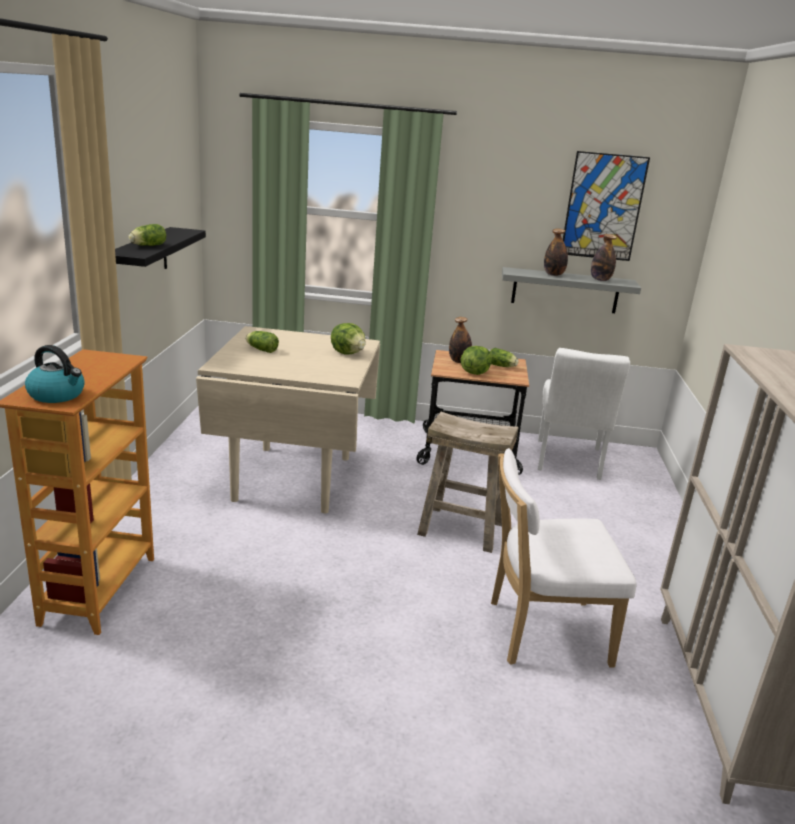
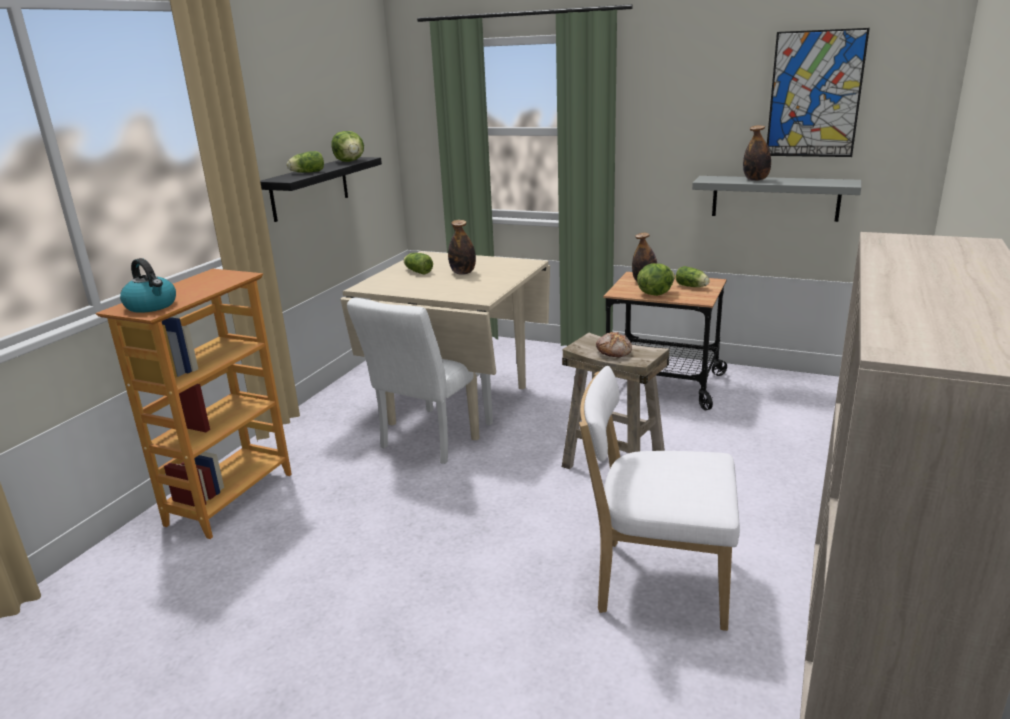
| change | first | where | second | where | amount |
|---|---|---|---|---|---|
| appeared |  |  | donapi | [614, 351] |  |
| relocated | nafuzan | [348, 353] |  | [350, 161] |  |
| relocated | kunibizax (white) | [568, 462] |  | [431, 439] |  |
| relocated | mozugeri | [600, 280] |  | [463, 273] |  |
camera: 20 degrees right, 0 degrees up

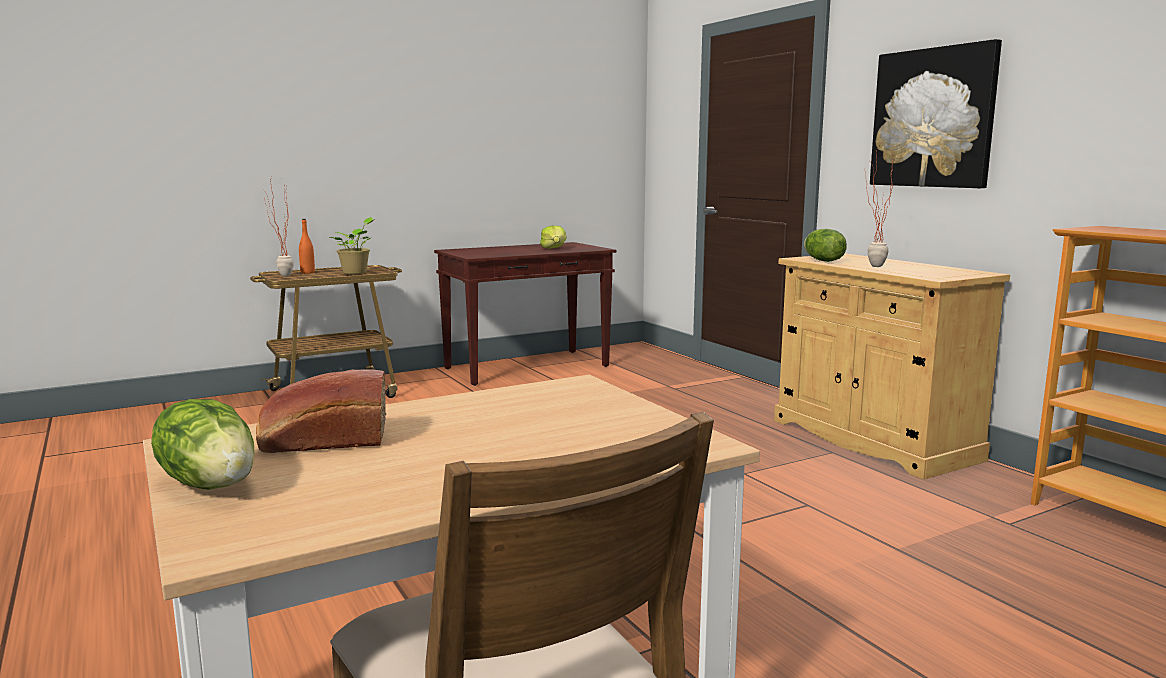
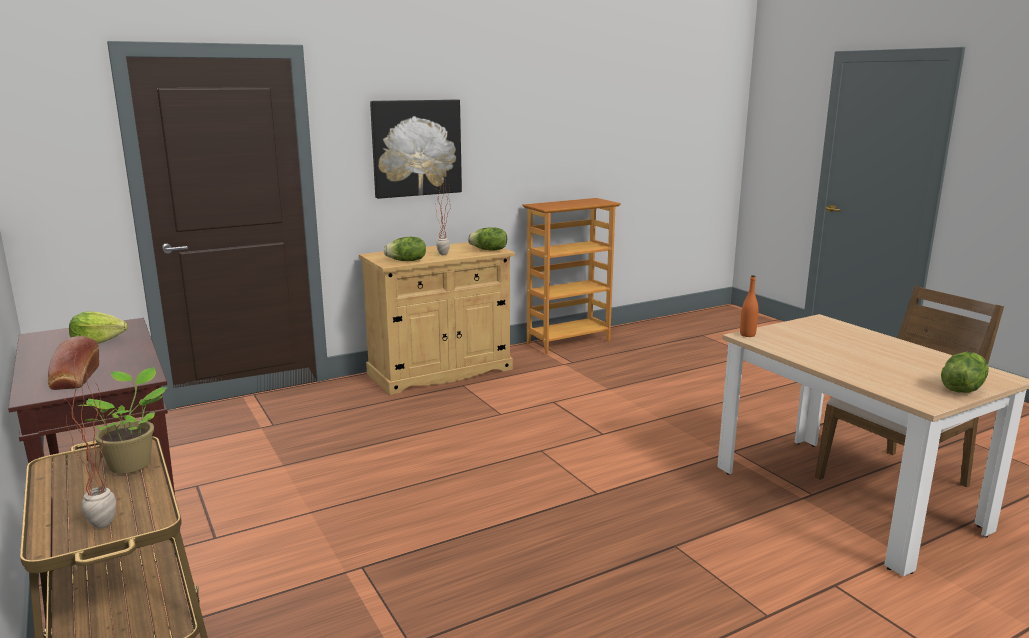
| change | first | where | second | where | amount |
|---|---|---|---|---|---|
| appeared |  |  | nafuzan | [489, 250] |  |
| relocated | donapi | [322, 441] |  | [75, 379] |  |
| relocated | mozugeri (orange) | [307, 272] |  | [747, 335] |  |
camera: 90 degrees left, 5 degrees up

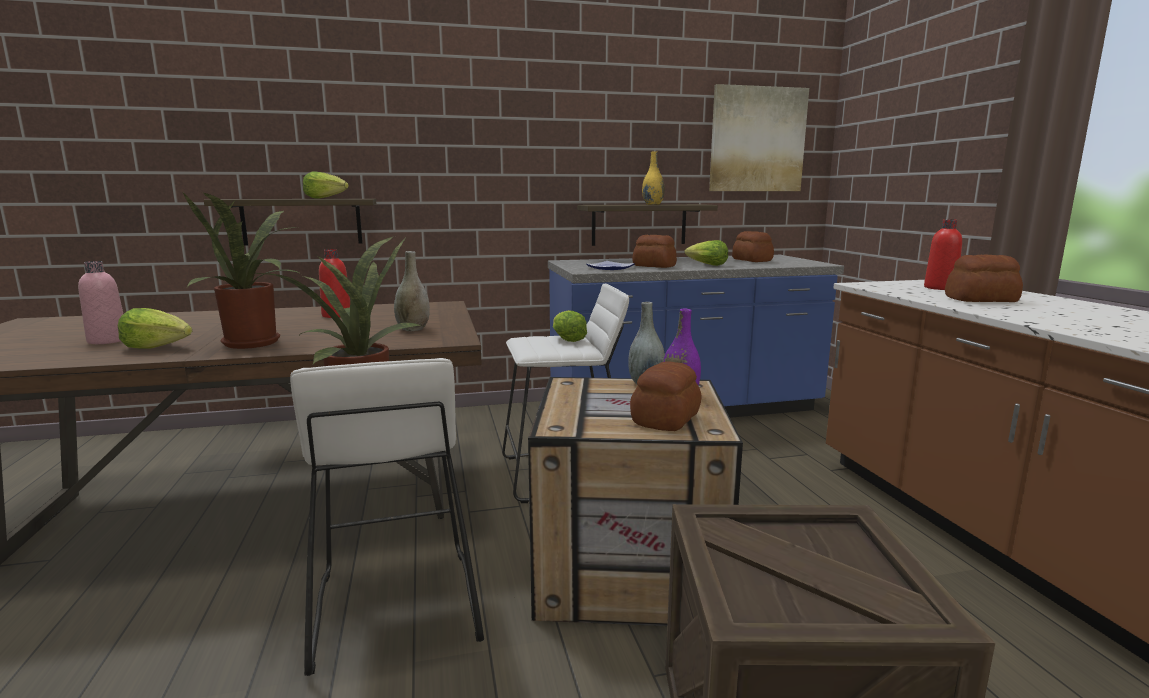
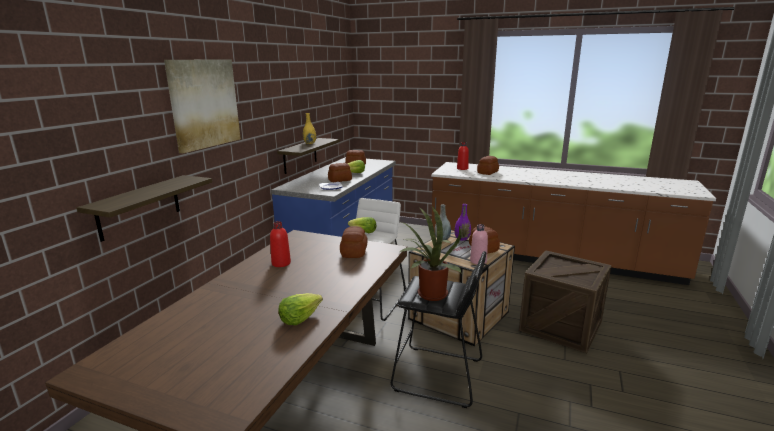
| change | first | where | second | where | amount |
|---|---|---|---|---|---|
| missing | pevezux | [257, 343] |  |  |  |
| missing | nafuzan | [326, 198] |  |  |  |
| relocated | mozugeri (pink) | [108, 340] |  | [478, 261] |  |
| relocated | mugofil | [757, 140] |  | [204, 103] |  |
| exchanged | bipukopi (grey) | [413, 329] | donapi | [353, 252] |  |
| colour | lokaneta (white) | [394, 607] | lokaneta (black) | [438, 375] |  |
camera: 55 degrees left, 5 degrees up

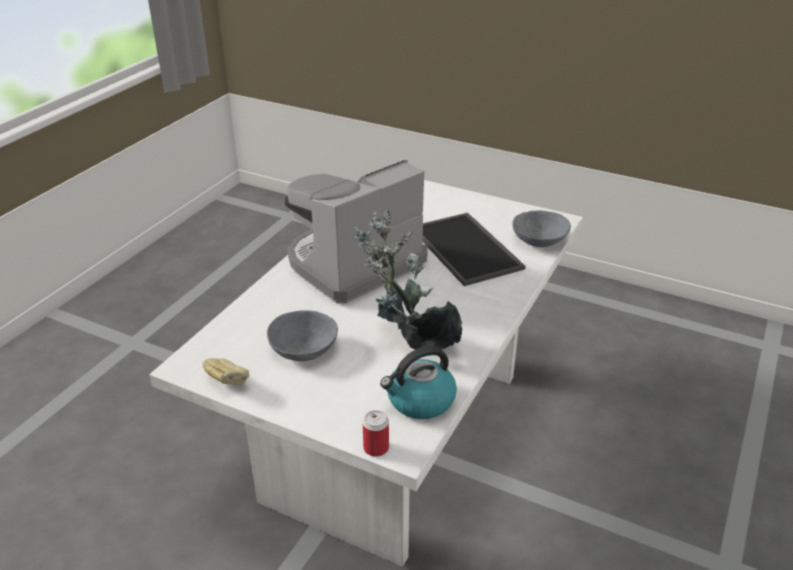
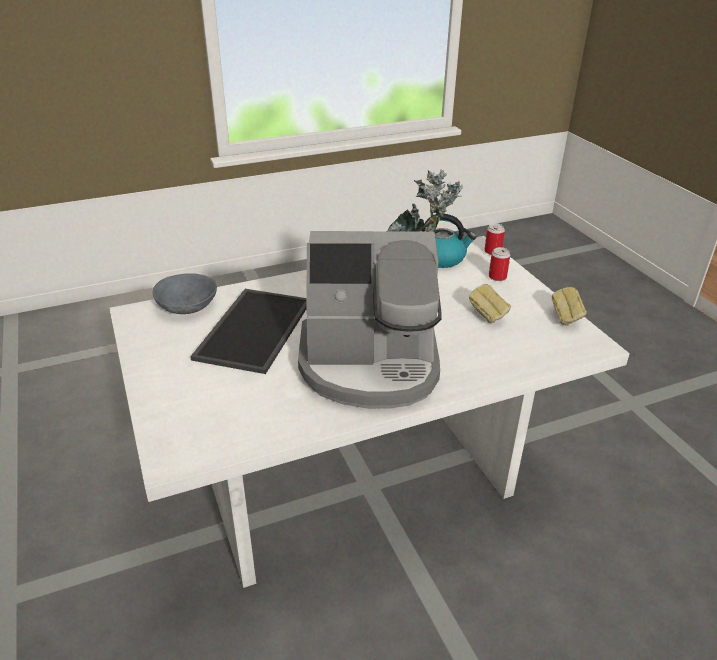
| change | first | where | second | where | amount |
|---|---|---|---|---|---|
| appeared |  |  | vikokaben | [497, 277] |  |
| exchanged | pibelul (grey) | [304, 348] | donapi | [488, 316] |  |
camera: 140 degrees left, 0 degrees up

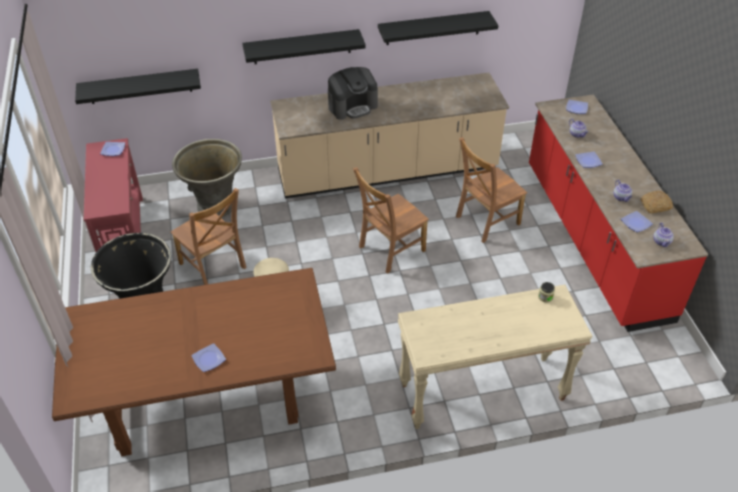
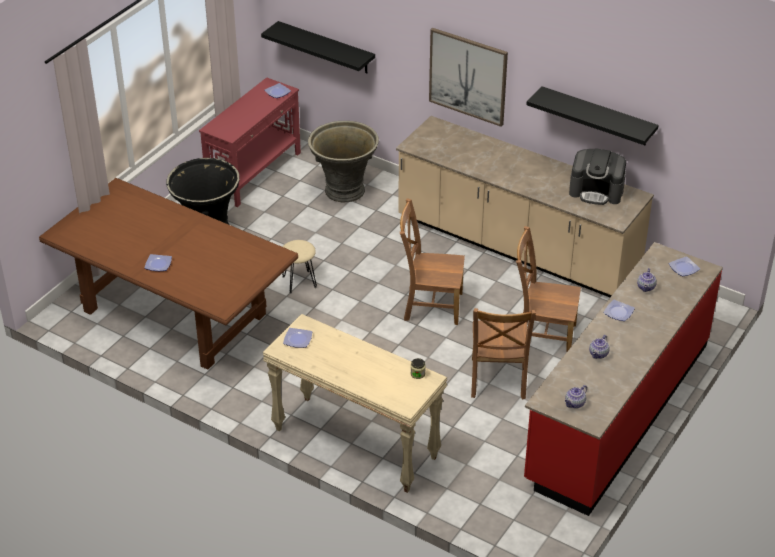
| change | first | where | second | where | amount |
|---|---|---|---|---|---|
| missing | donapi | [655, 206] |  |  |  |
| relocated | kunibizax (brown) | [213, 267] |  | [497, 380] |  |
| relocated | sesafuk | [352, 106] |  | [596, 191] |  |
| relocated | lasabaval | [636, 223] |  | [298, 339] |  |
| exchanged | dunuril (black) | [302, 47] | mugofil | [468, 76] |  |
camera: 45 degrees right, 5 degrees down

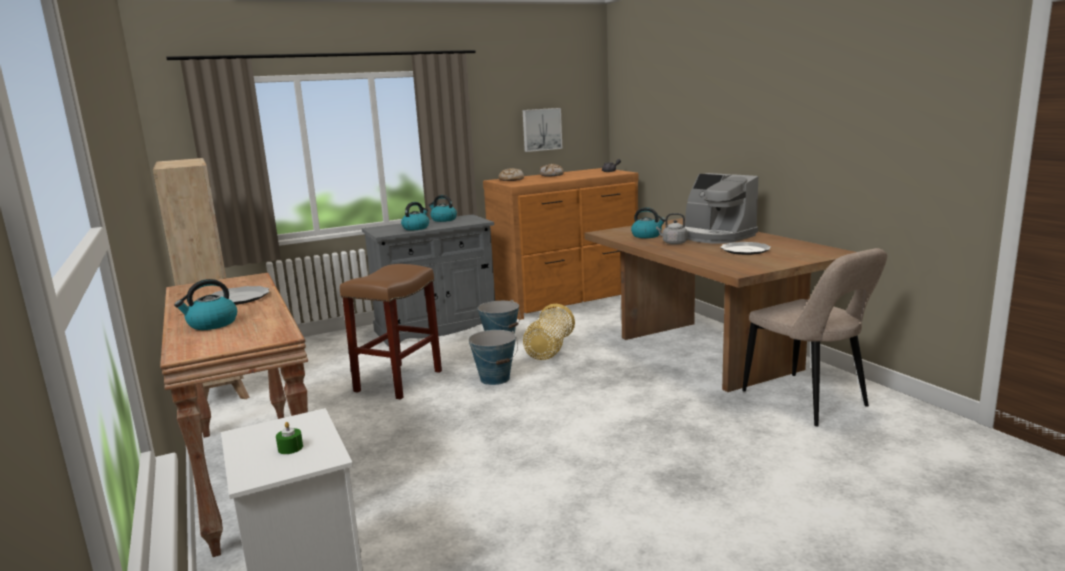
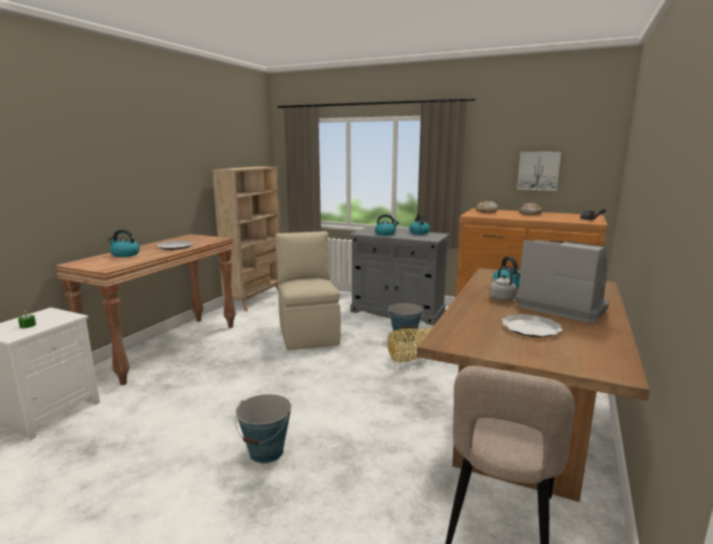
| change | first | where | second | where | amount |
|---|---|---|---|---|---|
| relocated | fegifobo | [495, 379] |  | [266, 452] |  |
| exchanged | lokaneta (brown) | [399, 380] | kunibizax (beige) | [308, 333] |  |
| spun | sesafuk | [715, 236] |  | [561, 306] | 120 degrees clockwise |
camera: 50 degrees right, 0 degrees up

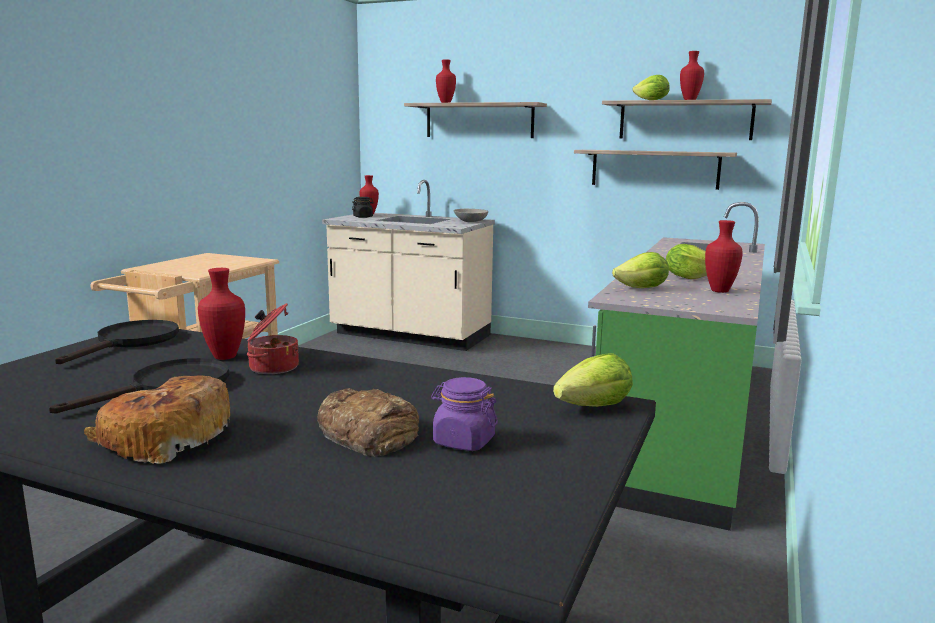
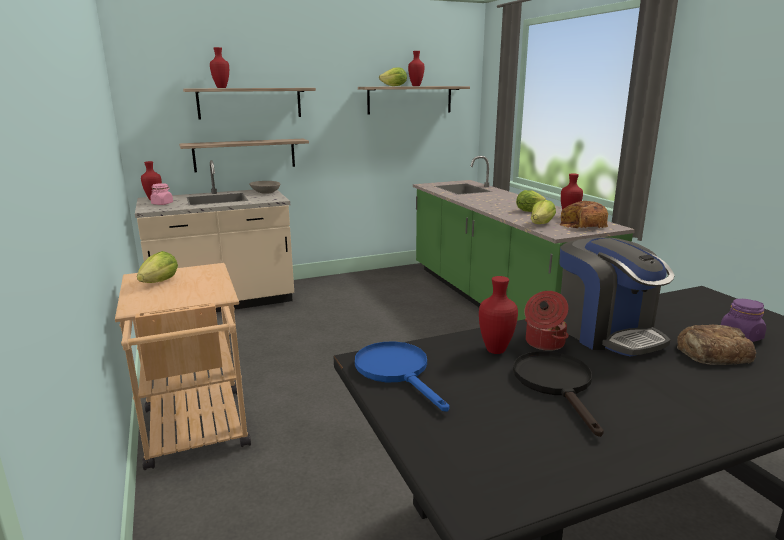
| change | first | where | second | where | amount |
|---|---|---|---|---|---|
| appeared |  |  | sesafuk | [606, 332] |  |
| relocated | donapi | [165, 439] |  | [582, 225] |  |
| relocated | nafuzan | [594, 407] |  | [160, 282] |  |
| relocated | dunuril | [654, 169] |  | [245, 155] |  |
| colour | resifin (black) | [131, 342] | resifin (blue) | [397, 371] |  |
| colour | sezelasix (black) | [363, 217] | sezelasix (pink) | [162, 203] |  |
camera: 45 degrees left, 5 degrees up

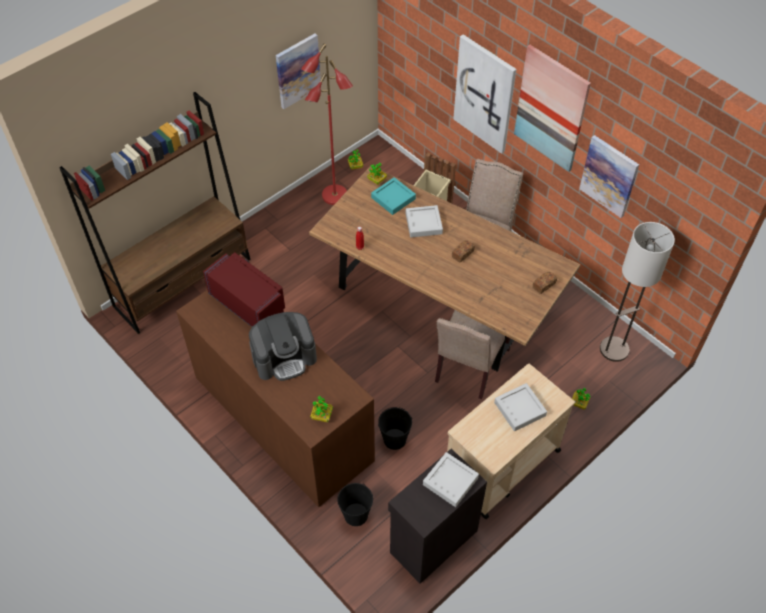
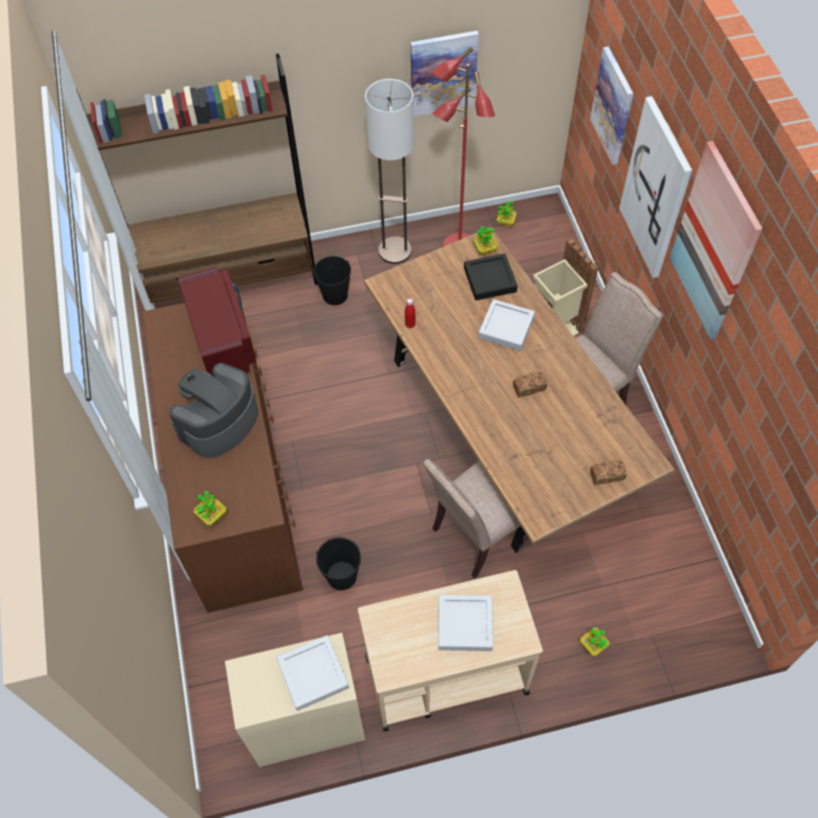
| change | first | where | second | where | amount |
|---|---|---|---|---|---|
| relocated | fegifobo (black) | [355, 515] |  | [335, 295] |  |
| relocated | mugofil | [609, 176] |  | [613, 106] |  |
| relocated | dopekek | [614, 349] |  | [395, 251] |  |
| colour | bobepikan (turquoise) | [393, 198] | bobepikan (black) | [490, 280] |  |
| colour | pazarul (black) | [432, 541] | pazarul (beige) | [306, 723] |  |
| spun | sesafuk | [284, 357] |  | [218, 422] | 120 degrees clockwise |
camera: 30 degrees right, 5 degrees up

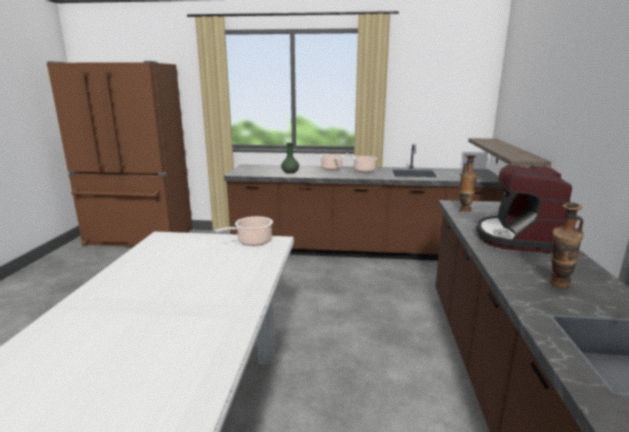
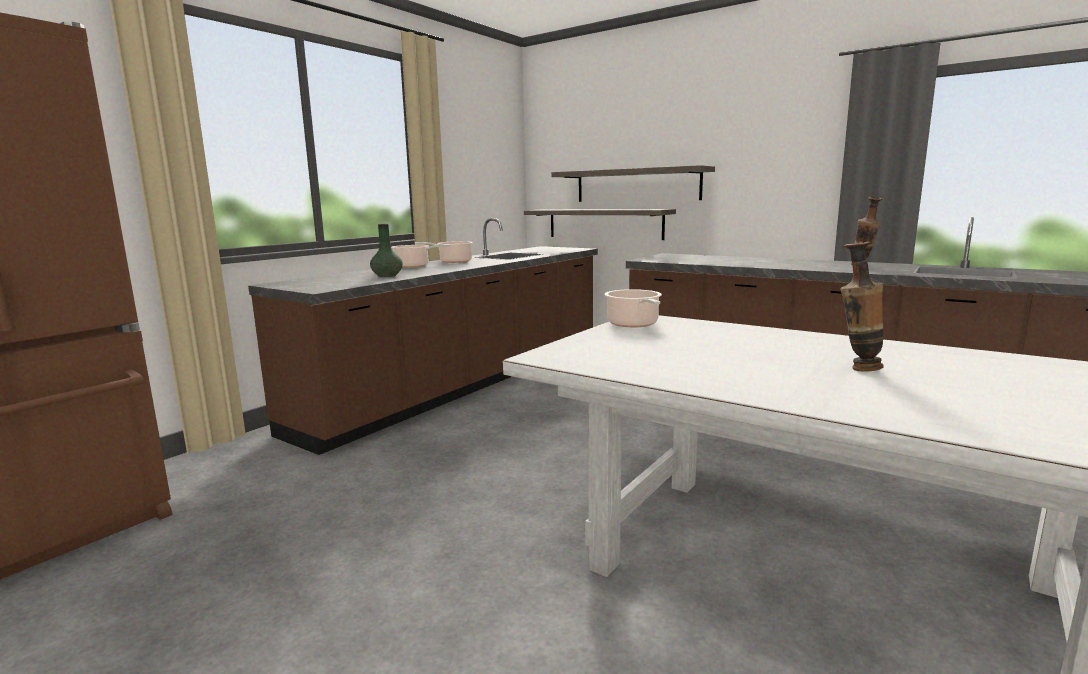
| change | first | where | second | where | amount |
|---|---|---|---|---|---|
| missing | sesafuk | [516, 238] |  |  |  |
| appeared |  |  | dunuril | [637, 185] |  |
| relocated | bipukopi | [464, 210] |  | [856, 368] |  |
camera: 60 degrees left, 5 degrees down

